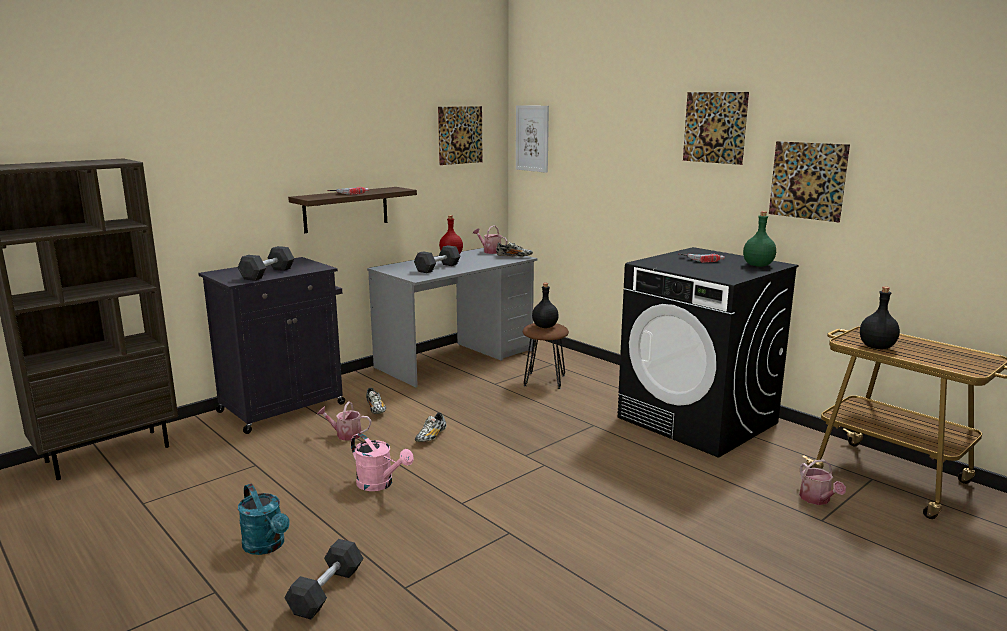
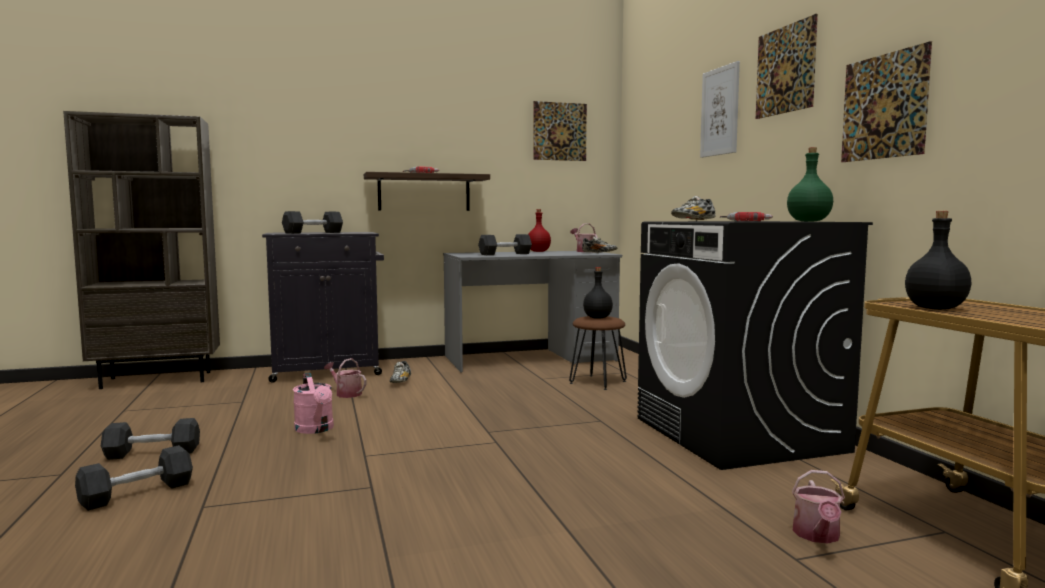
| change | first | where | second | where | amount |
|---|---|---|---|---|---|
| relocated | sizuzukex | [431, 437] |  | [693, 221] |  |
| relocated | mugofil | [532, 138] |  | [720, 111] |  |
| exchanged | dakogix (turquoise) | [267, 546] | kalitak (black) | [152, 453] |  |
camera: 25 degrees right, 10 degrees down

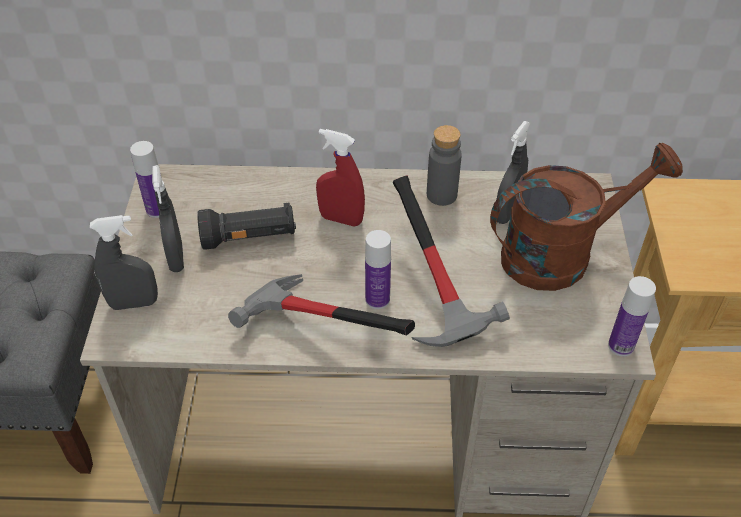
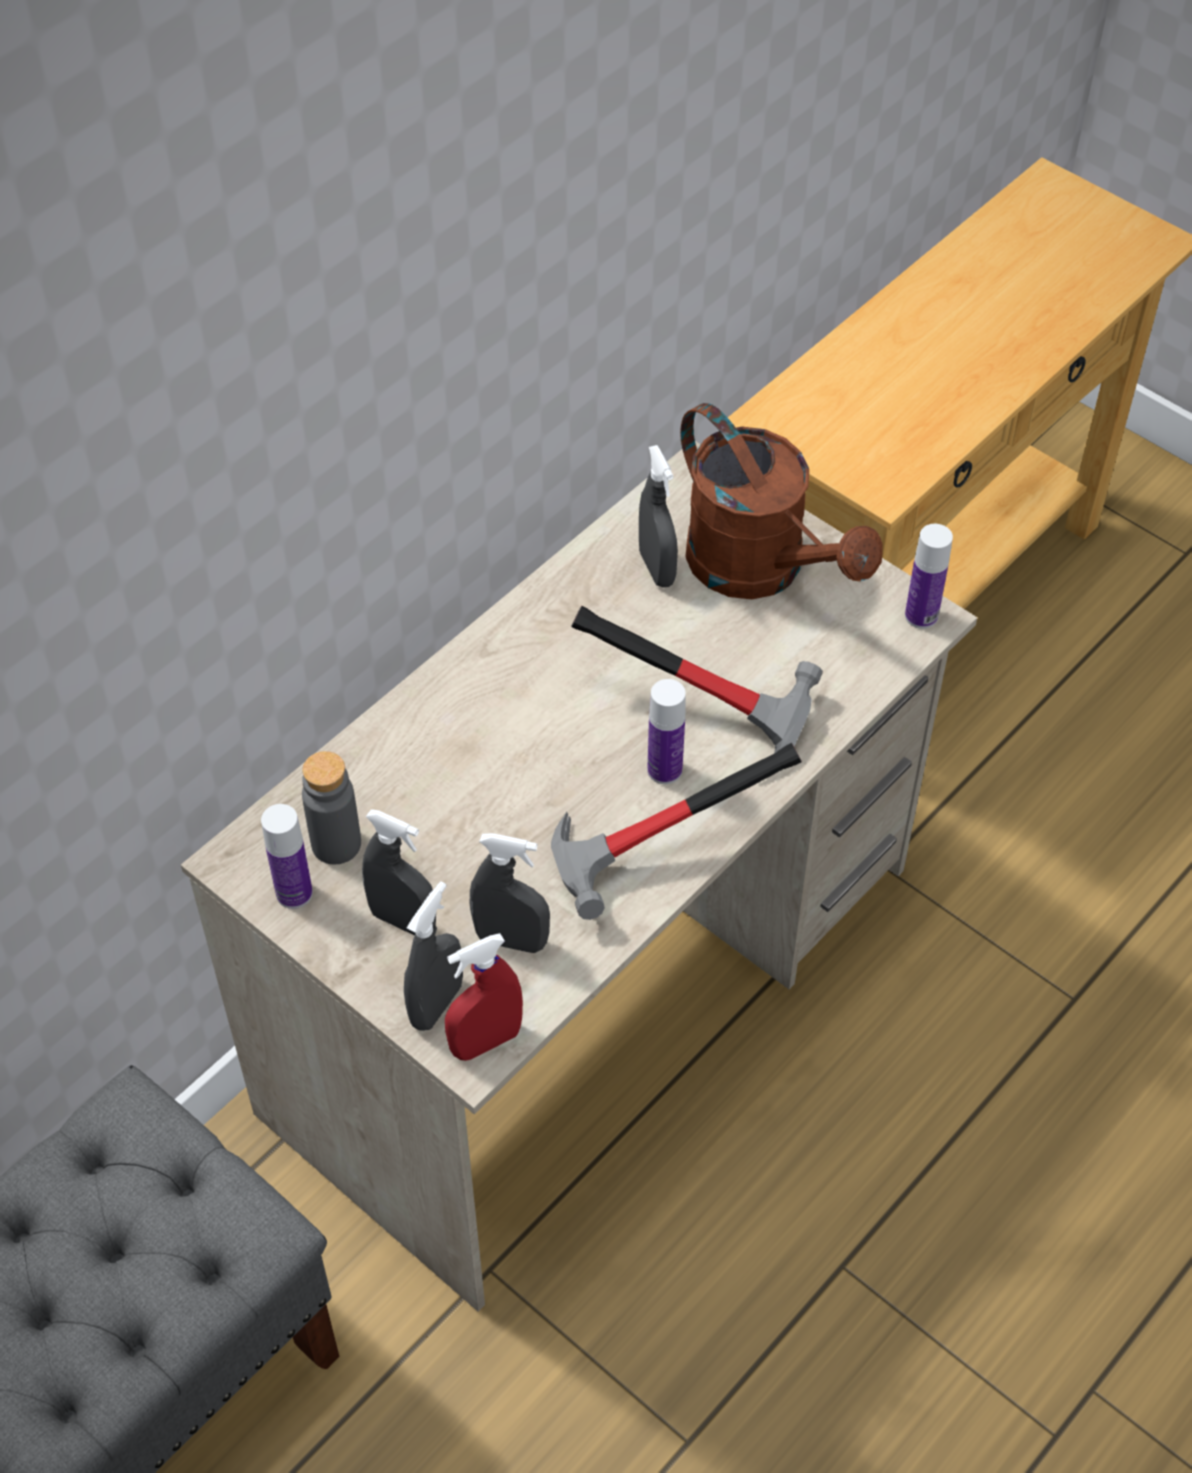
| change | first | where | second | where | amount |
|---|---|---|---|---|---|
| missing | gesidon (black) | [249, 238] |  |  |  |
| appeared |  |  | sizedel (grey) | [511, 940] |  |
| relocated | sizedel (red) | [341, 219] |  | [486, 1042] |  |
| relocated | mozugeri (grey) | [441, 195] |  | [336, 844] |  |
| spun | dakogix (brown) | [561, 254] |  | [761, 570] | 120 degrees clockwise |
camera: 50 degrees left, 5 degrees up

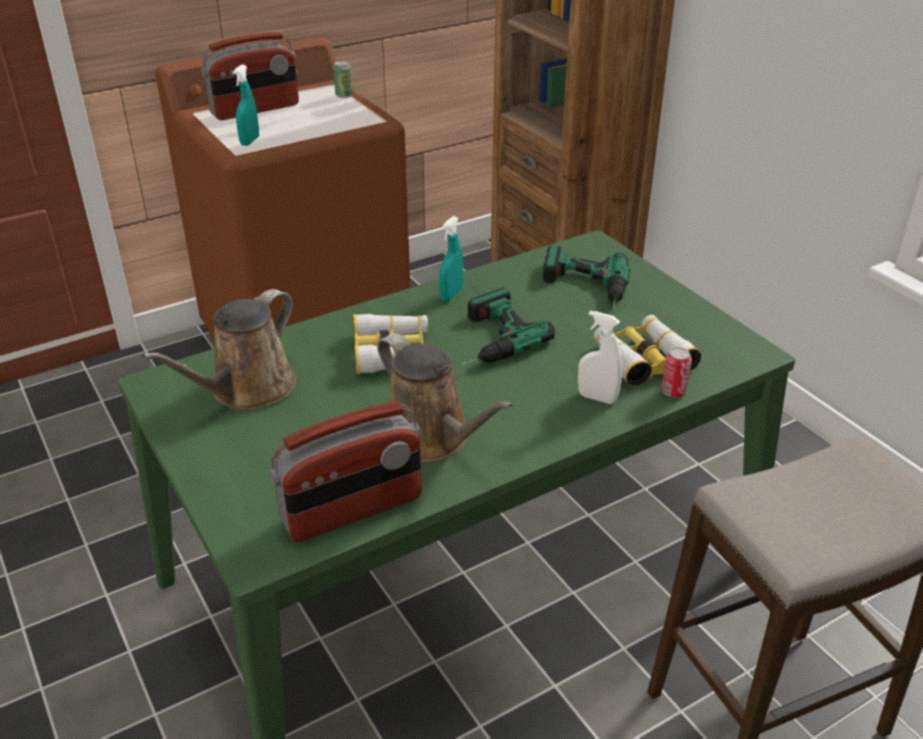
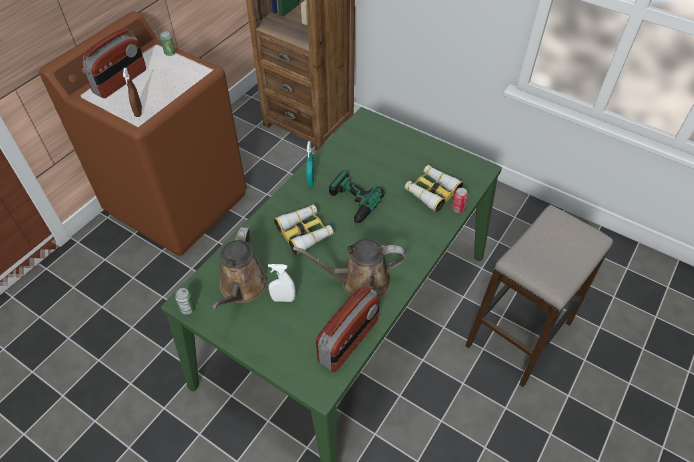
| change | first | where | second | where | amount |
|---|---|---|---|---|---|
| missing | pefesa | [584, 289] |  |  |  |
| appeared |  |  | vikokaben | [188, 308] |  |
| relocated | sizedel (white) | [597, 398] |  | [283, 299] |  |
| colour | sizedel (turquoise) | [250, 141] | sizedel (brown) | [138, 112] |  |
| spun | dakogix (brown) | [432, 438] |  | [360, 282] | 150 degrees clockwise |
camera: 25 degrees left, 15 degrees up

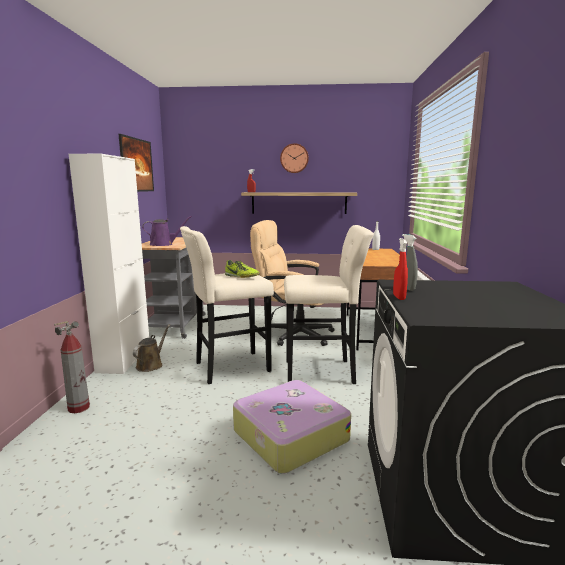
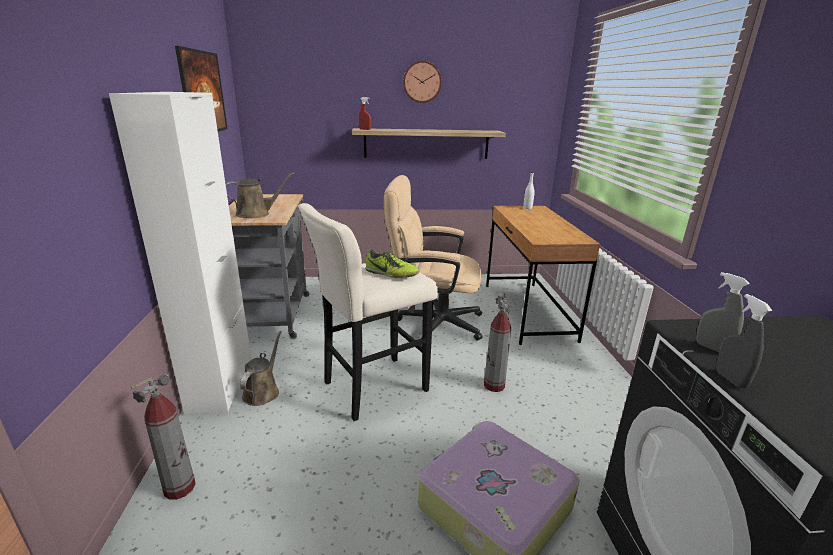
| change | first | where | second | where | amount |
|---|---|---|---|---|---|
| exchanged | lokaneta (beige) | [323, 372] | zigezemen | [494, 385] |  |
| colour | dakogix (purple) | [164, 244] | dakogix (brown) | [256, 214] |  |
| colour | sizedel (red) | [399, 297] | sizedel (grey) | [730, 379] |  |
camera: 10 degrees left, 10 degrees up

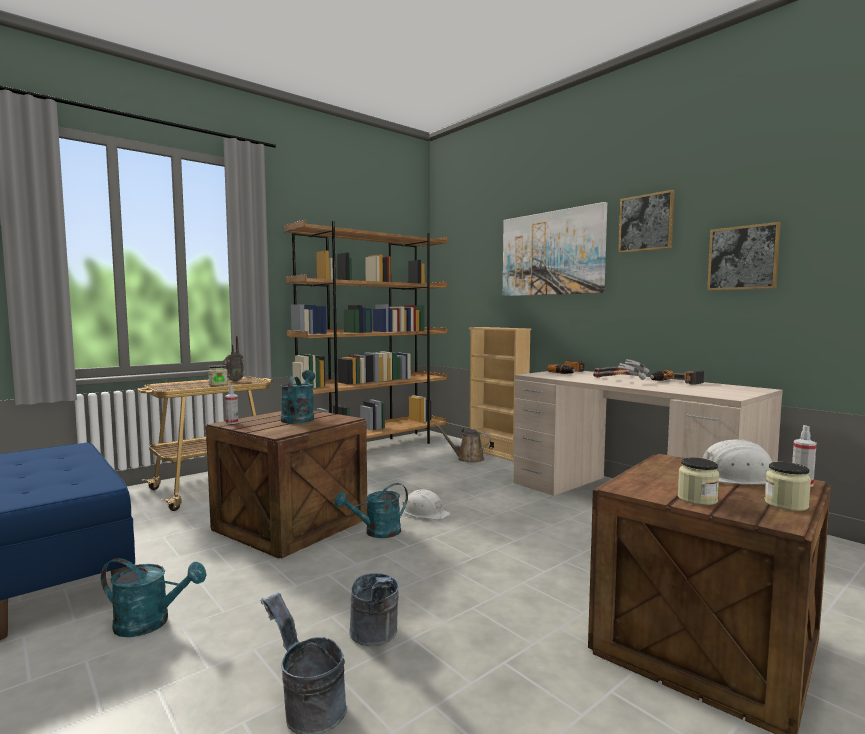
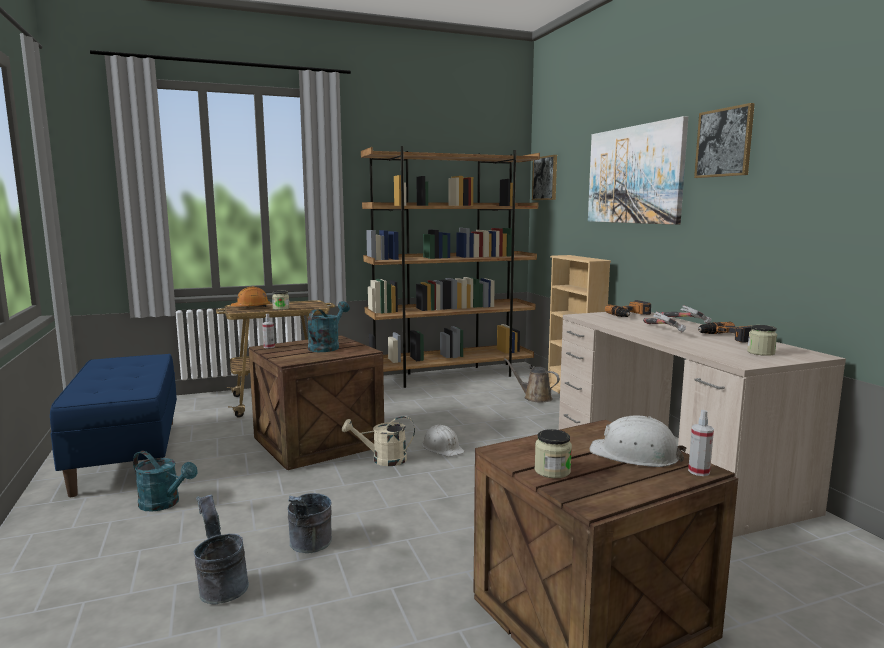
| change | first | where | second | where | amount |
|---|---|---|---|---|---|
| missing | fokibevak | [233, 381] |  |  |  |
| appeared |  |  | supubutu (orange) | [251, 308] |  |
| relocated | mugofil | [743, 258] |  | [545, 178] |  |
| relocated | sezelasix | [786, 504] |  | [761, 352] |  |
| colour | dakogix (turquoise) | [377, 532] | dakogix (beige) | [383, 460] |  |
camera: 20 degrees right, 5 degrees up

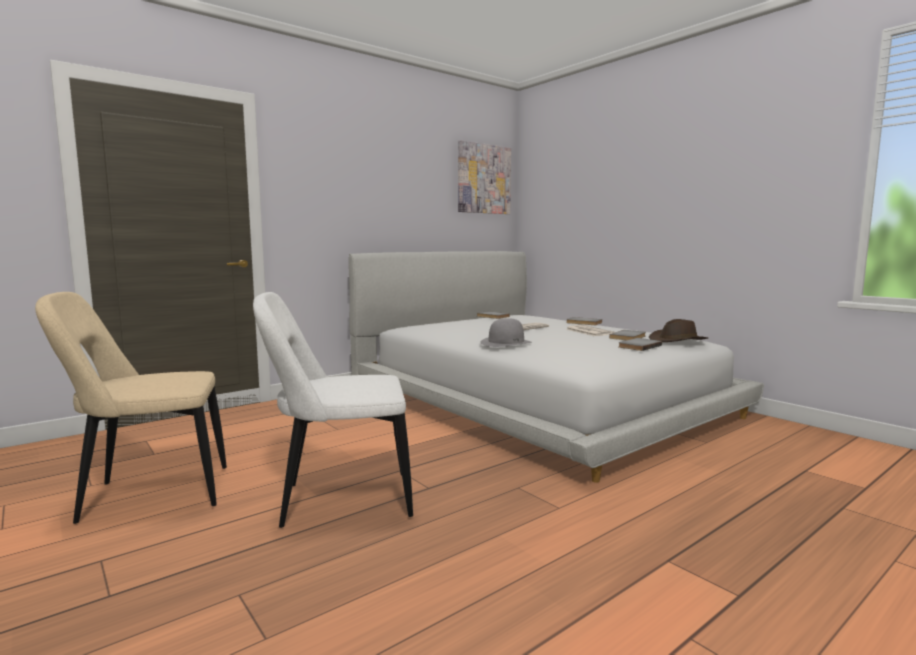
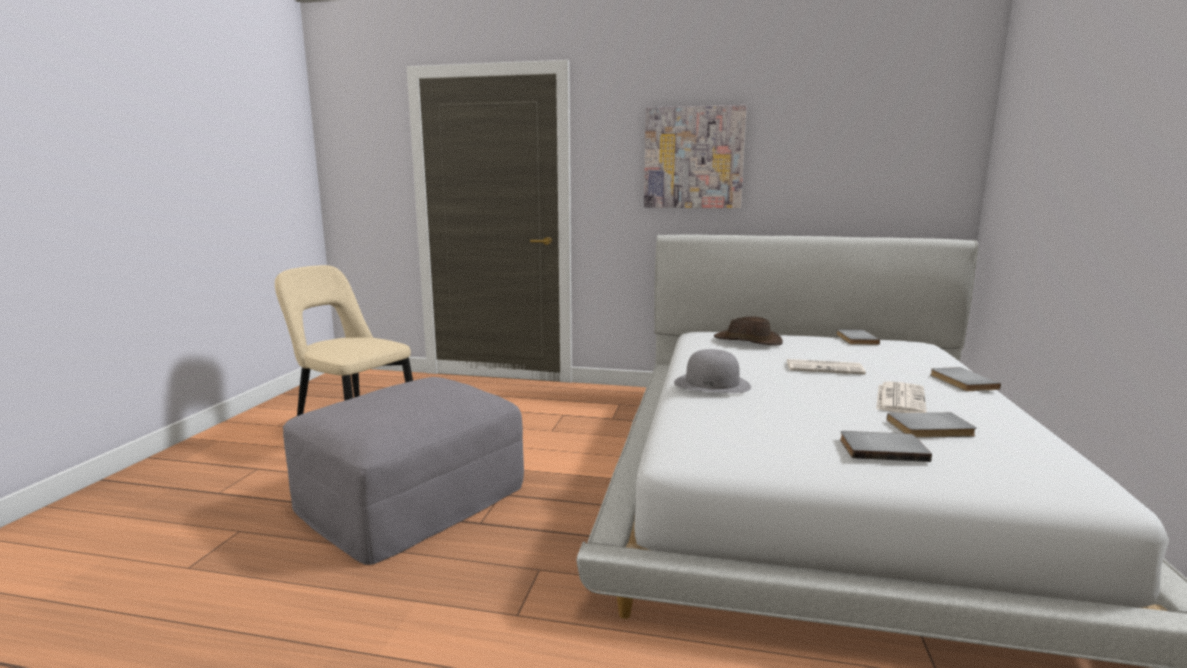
| change | first | where | second | where | amount |
|---|---|---|---|---|---|
| relocated | mugofil | [483, 179] |  | [693, 158] |  |
| relocated | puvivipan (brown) | [677, 340] |  | [748, 341] |  |
| exchanged | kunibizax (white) | [340, 500] | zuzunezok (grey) | [411, 497] |  |
camera: 50 degrees right, 5 degrees up

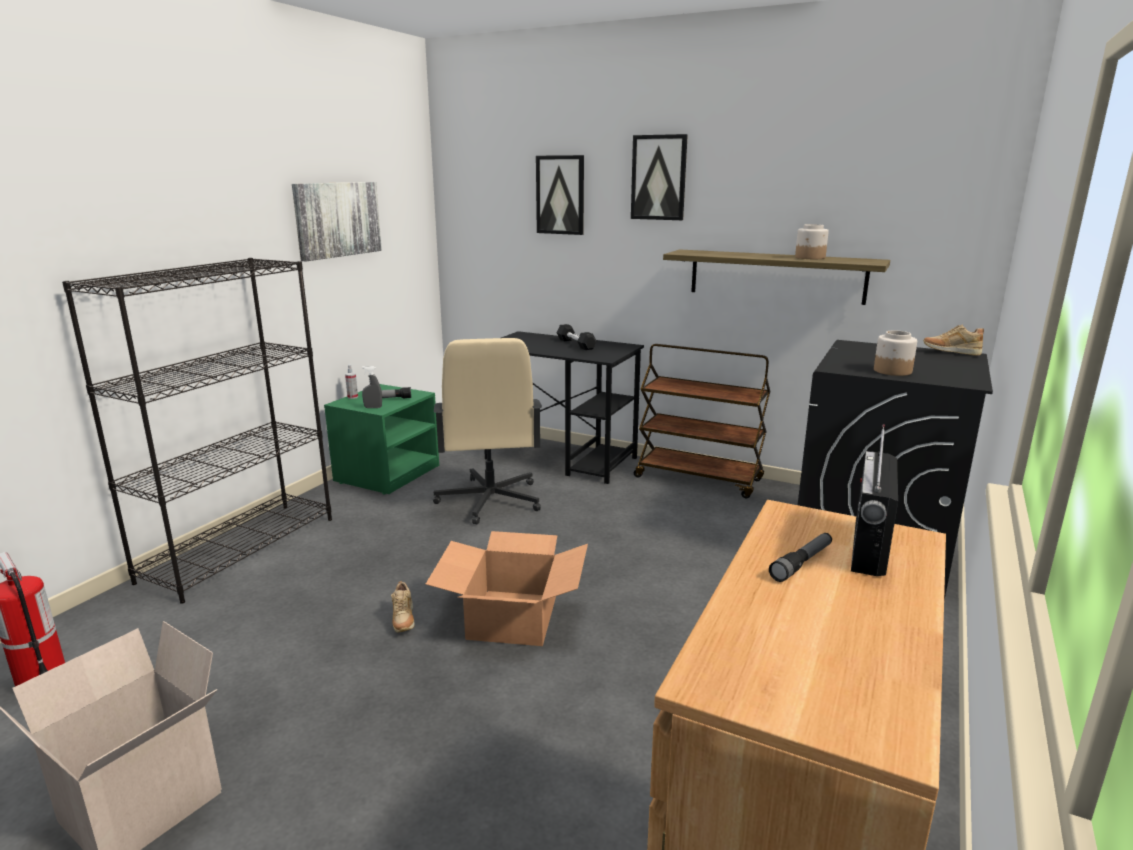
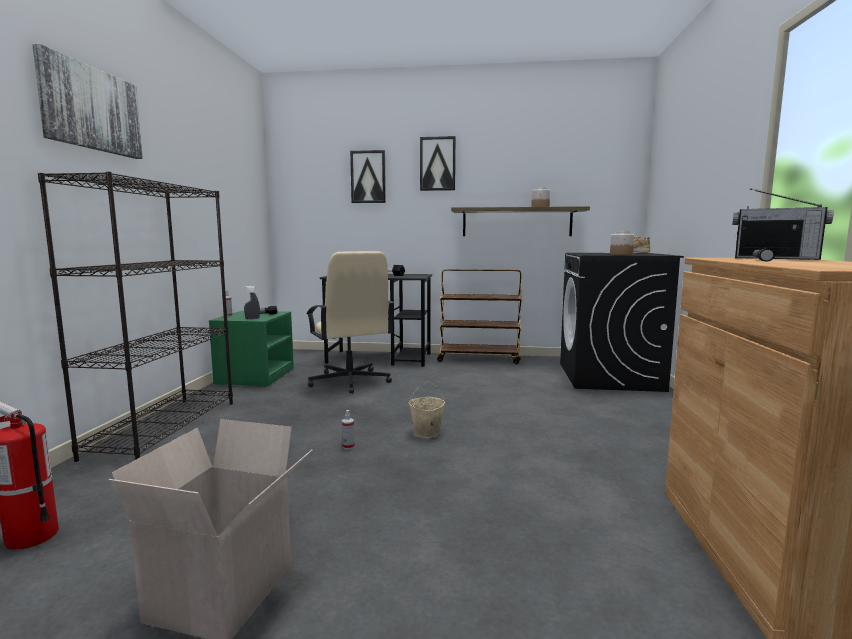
| change | first | where | second | where | amount |
|---|---|---|---|---|---|
| relocated | mugofil | [337, 219] |  | [91, 109] |  |
| exchanged | sizuzukex (beige) | [403, 622] | sizedel | [348, 447] |  |
| exchanged | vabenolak | [511, 617] | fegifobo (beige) | [426, 433] |  |
| spun | fokibevak | [868, 547] |  | [775, 258] | 60 degrees counterclockwise |
camera: 20 degrees left, 10 degrees down

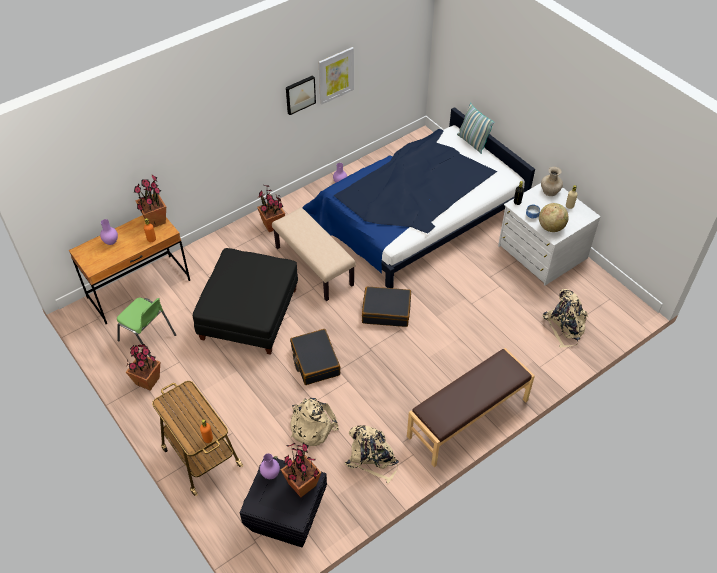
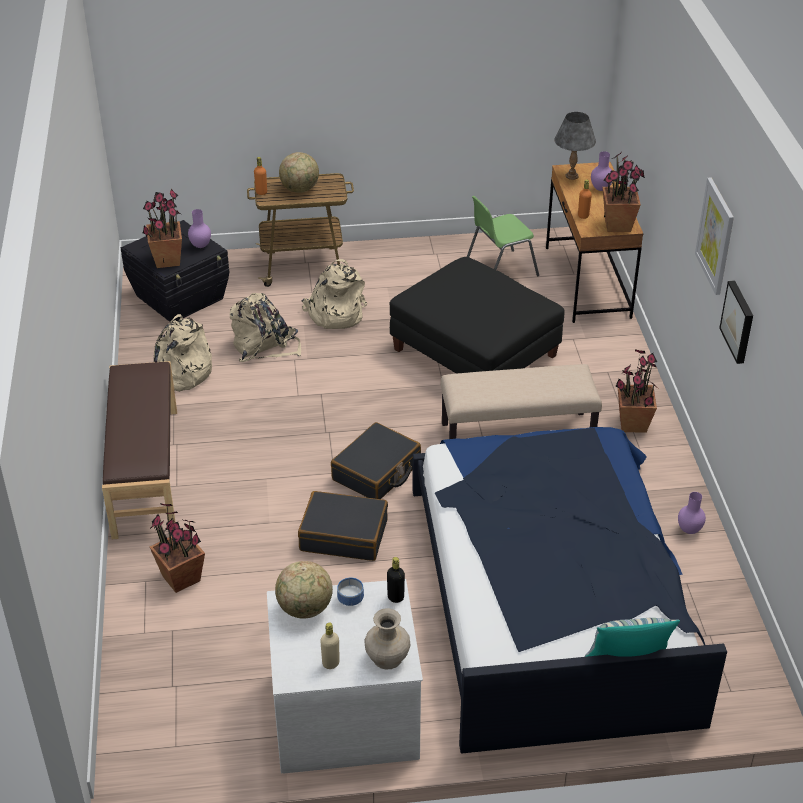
| change | first | where | second | where | amount |
|---|---|---|---|---|---|
| appeared |  |  | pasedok | [300, 189] |  |
| appeared |  |  | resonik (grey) | [571, 176] |  |
| relocated | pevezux | [147, 381] |  | [181, 579] |  |
| relocated | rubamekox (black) | [315, 361] |  | [344, 535] |  |
| relocated | mugofil | [336, 75] |  | [715, 236] |  |
| relocated | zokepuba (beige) | [565, 326] |  | [335, 314] |  |
camera: 120 degrees right, 10 degrees down

